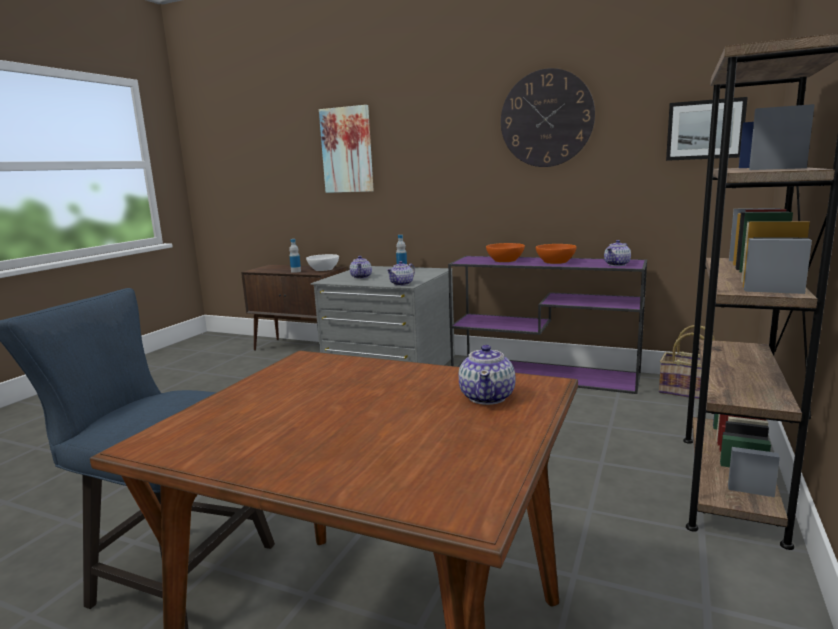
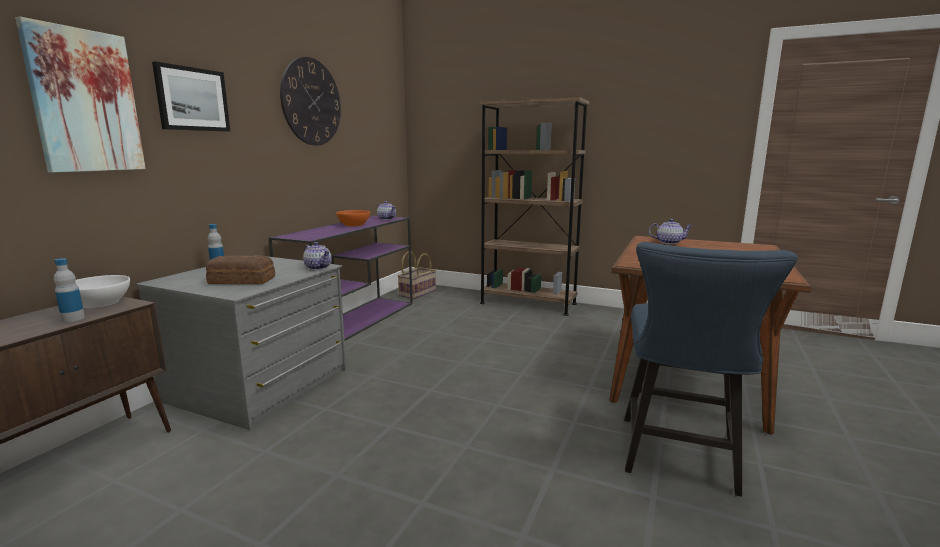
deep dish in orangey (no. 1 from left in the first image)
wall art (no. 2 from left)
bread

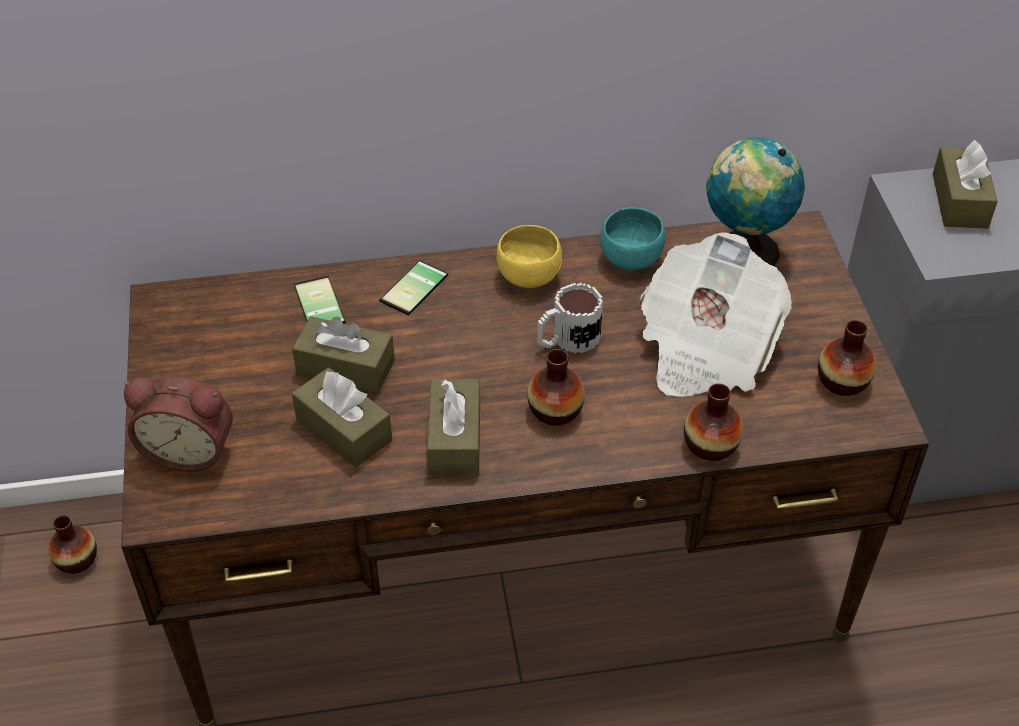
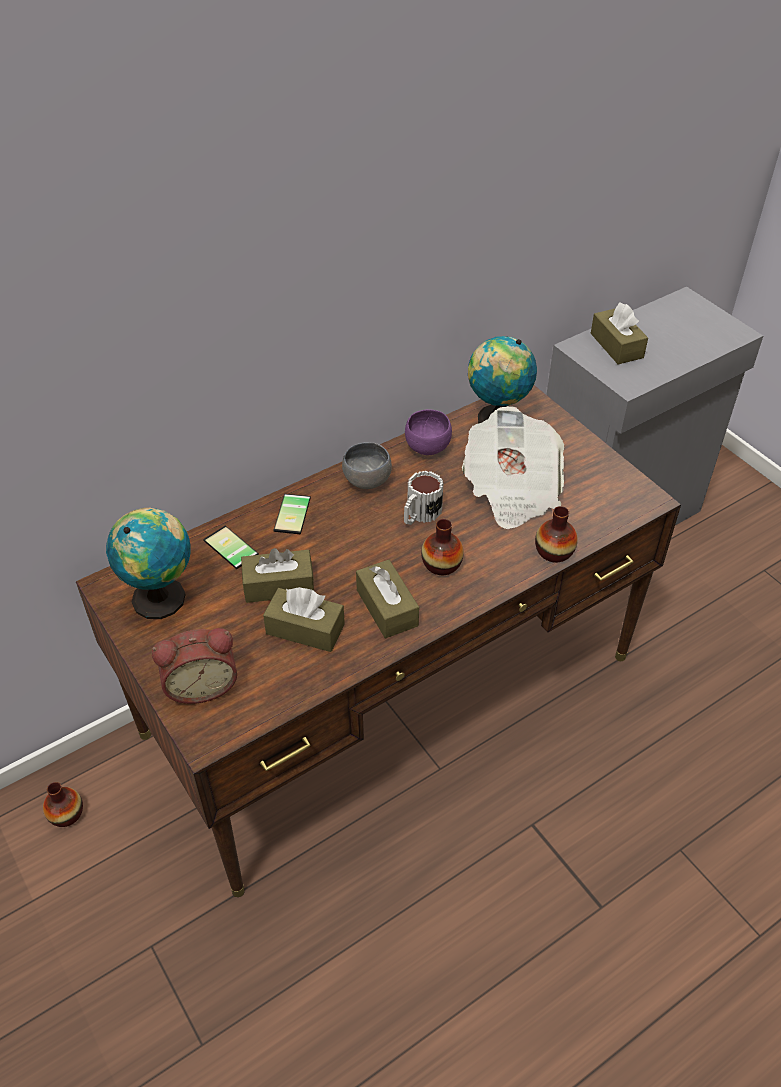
vase (no. 4 from left in the first image)
globe (no. 1 from left)
deep dish in grey
deep dish in purplish

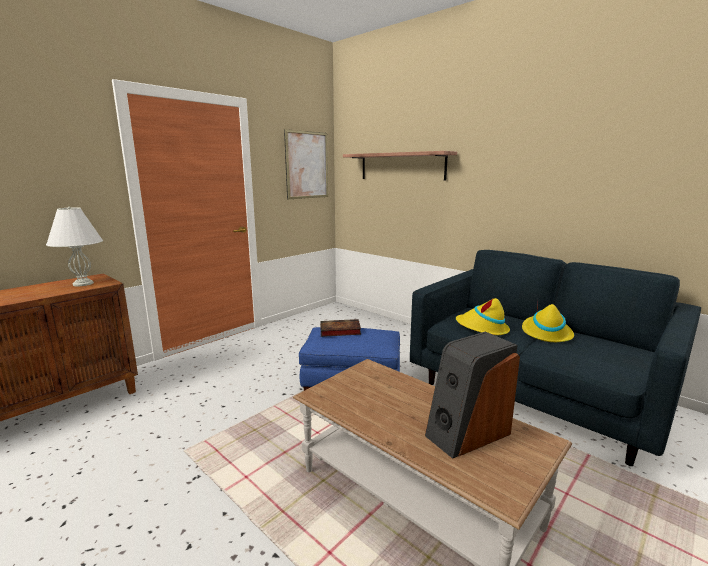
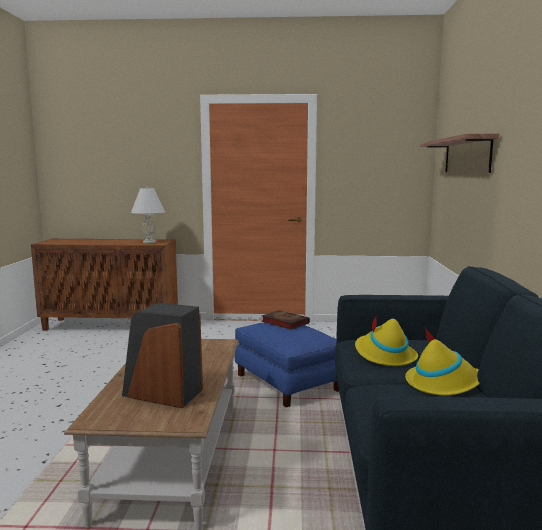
wall art

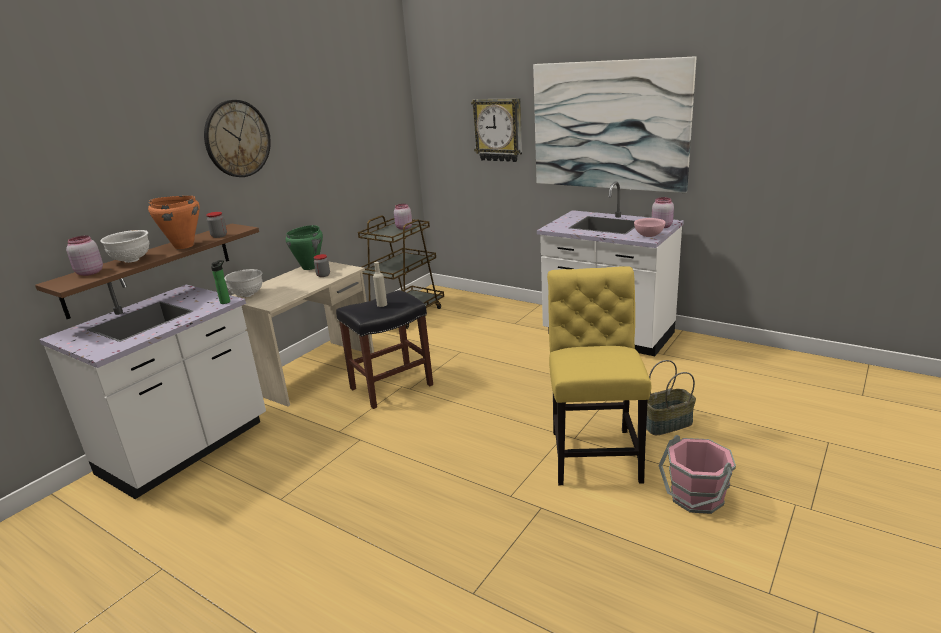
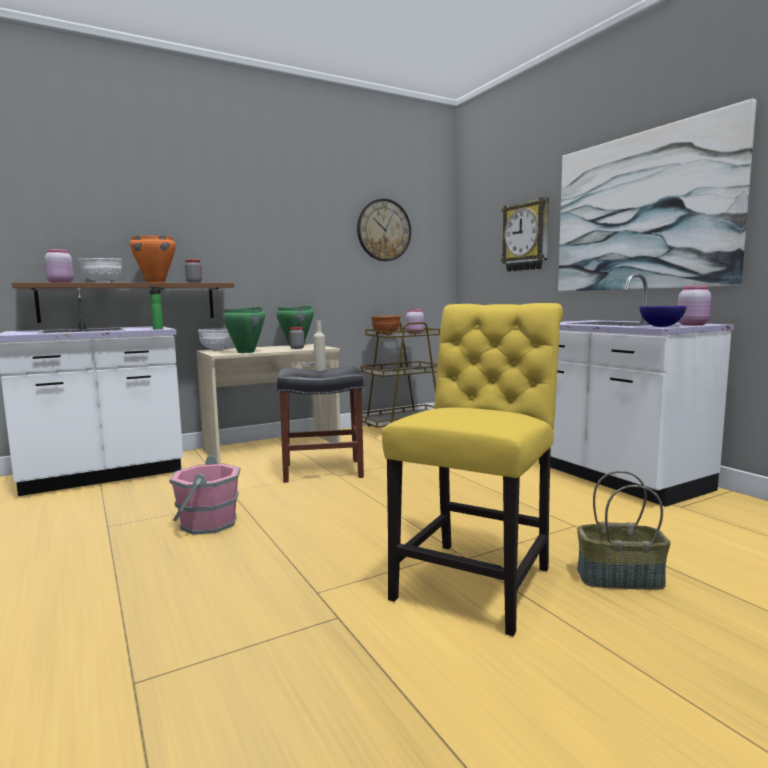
stockpot in green-coloured (no. 1 from left)
deep dish in brown-coloured
clock on the wall (no. 1 from left)
pail in pink
deep dish in bluish

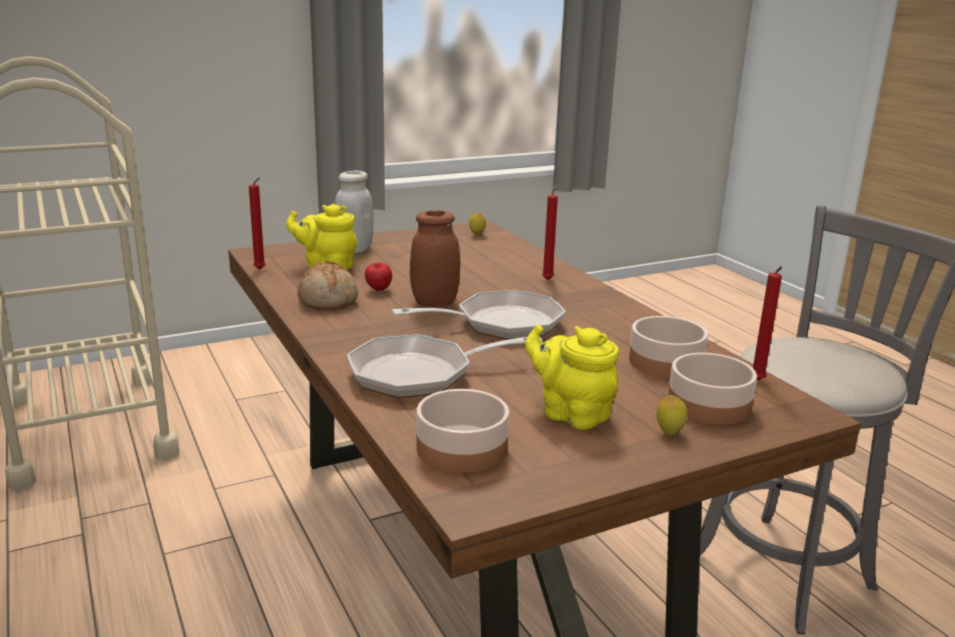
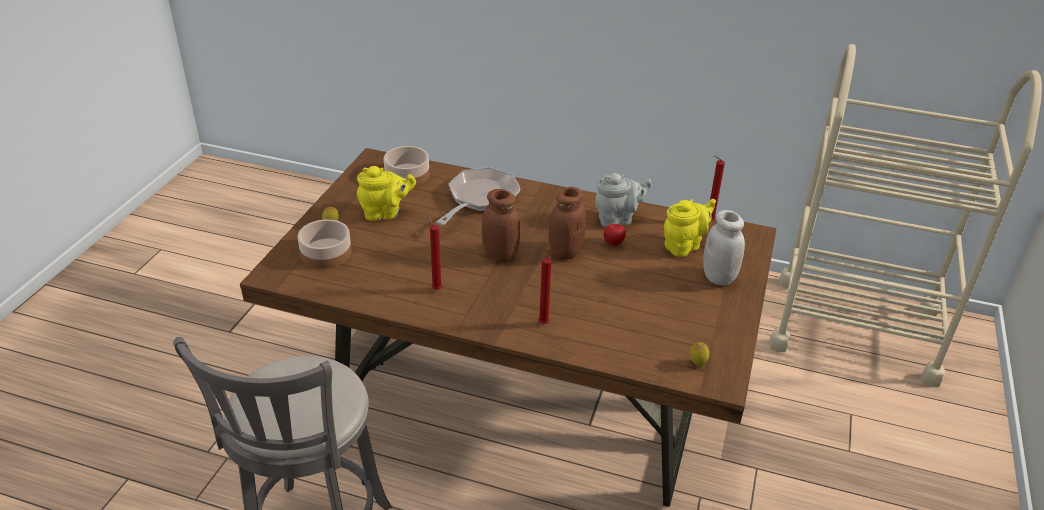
deep dish (no. 2 from left in the first image)
wax candle in red (no. 1 from left)
teapot in grey
jar in brown-coloured (no. 1 from left)

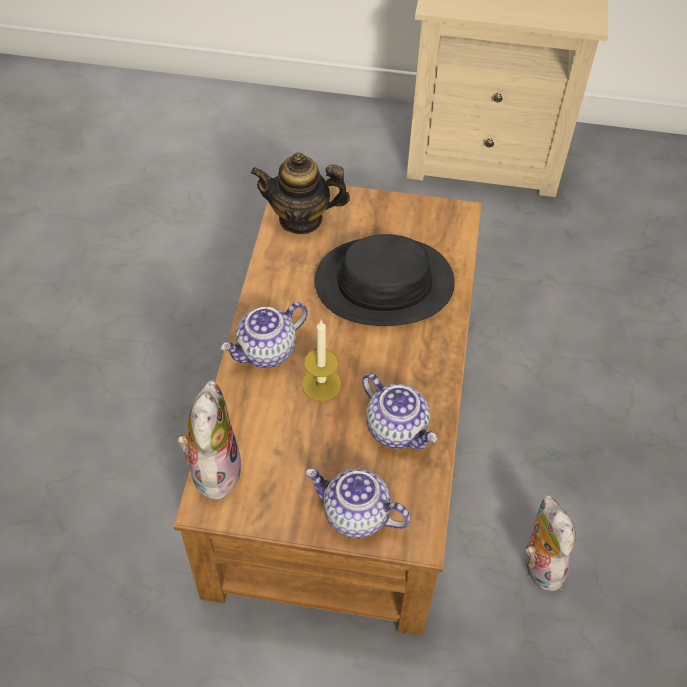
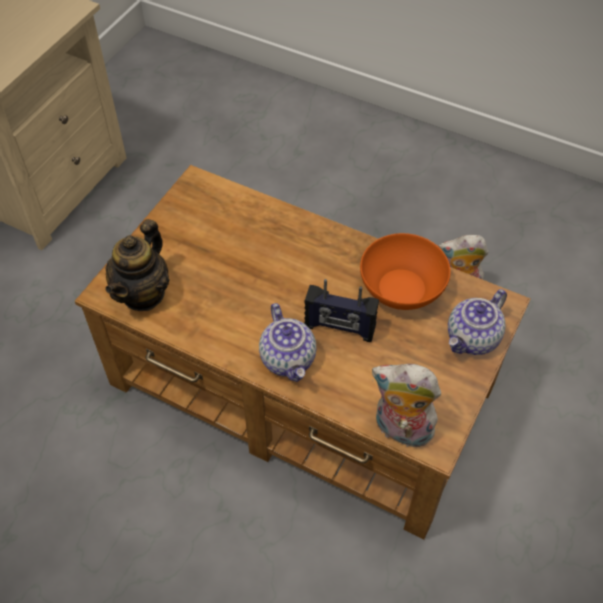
wearable hat in blackish
radio set
deep dish in orangey

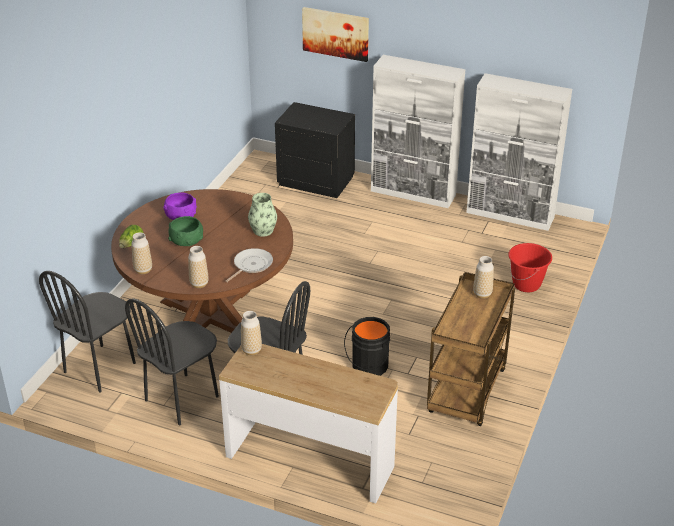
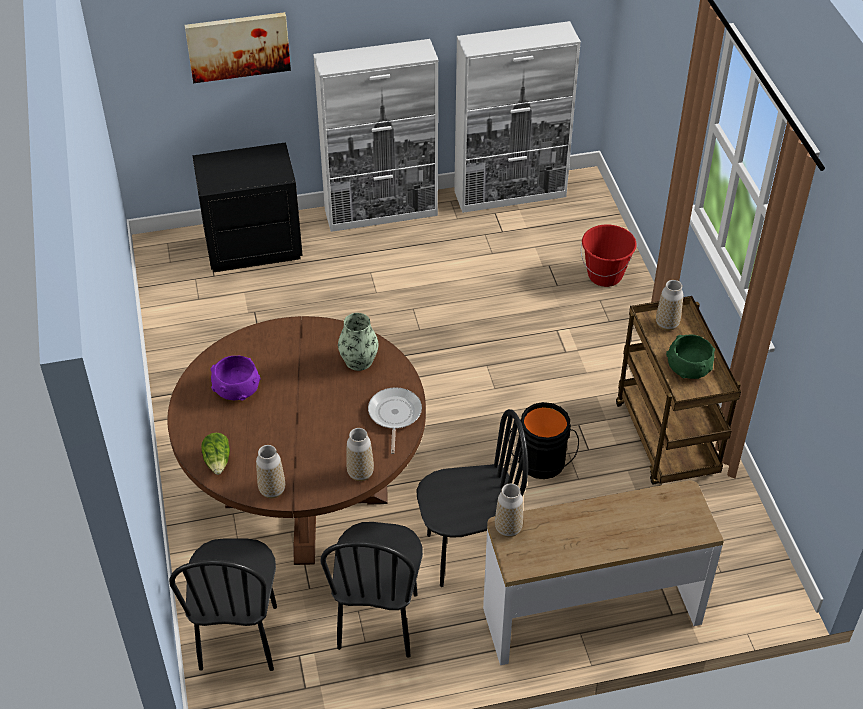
deep dish in green-coloured

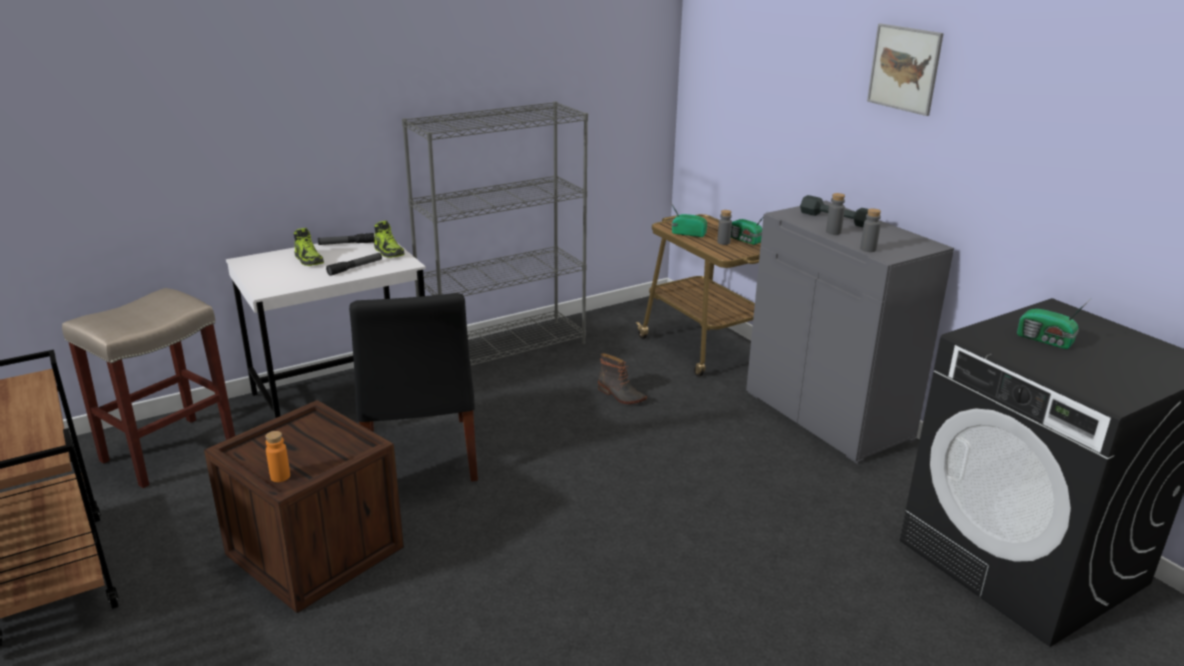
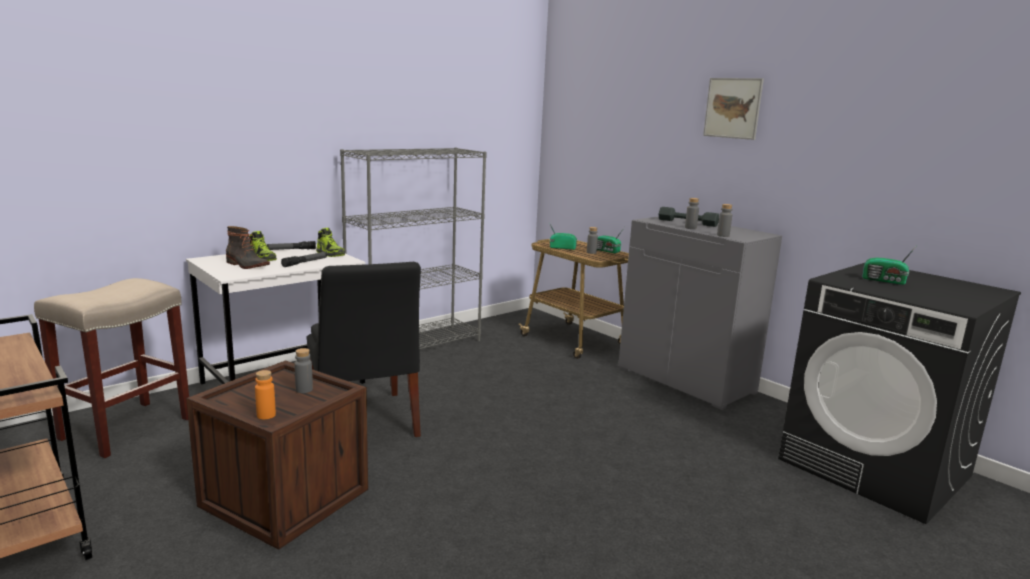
beverage bottle in grey (no. 1 from left)
boot

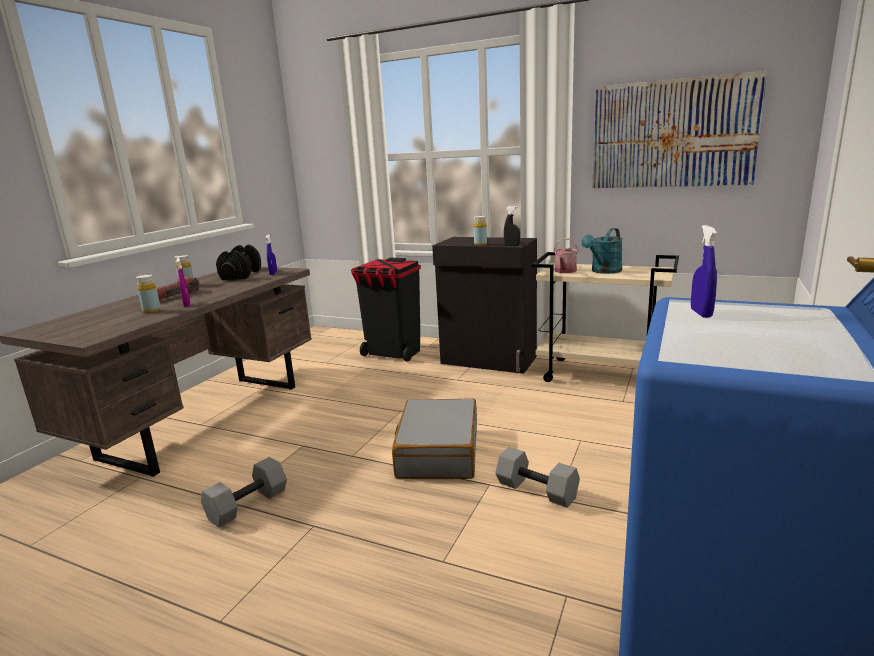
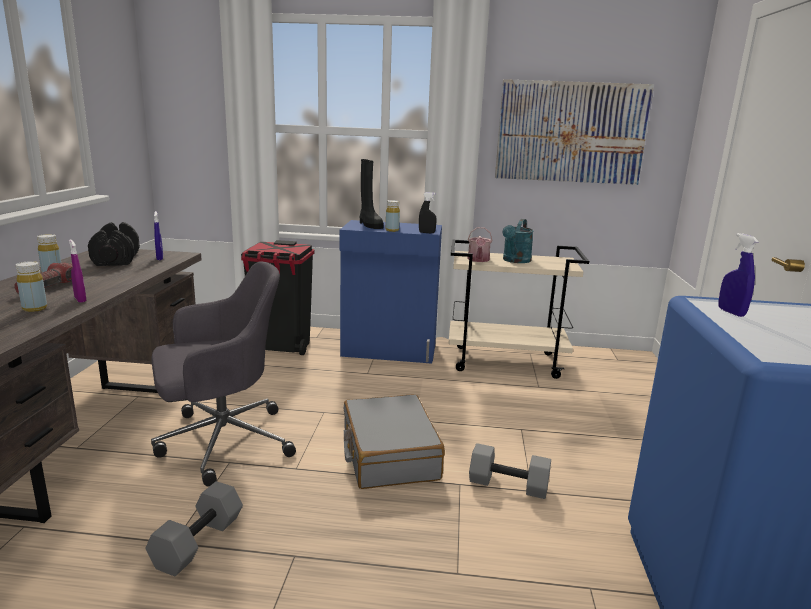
office chair in grey
boot in blackish
cupboard in bluish

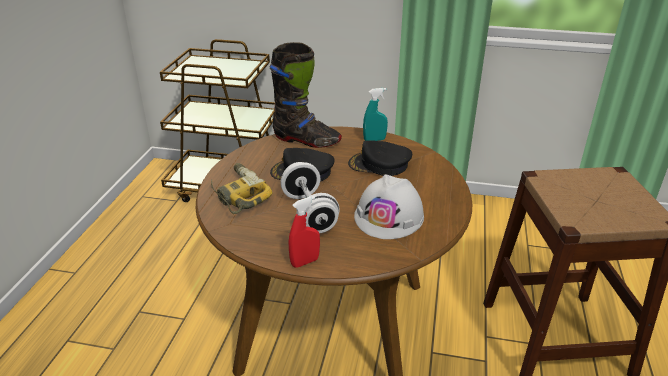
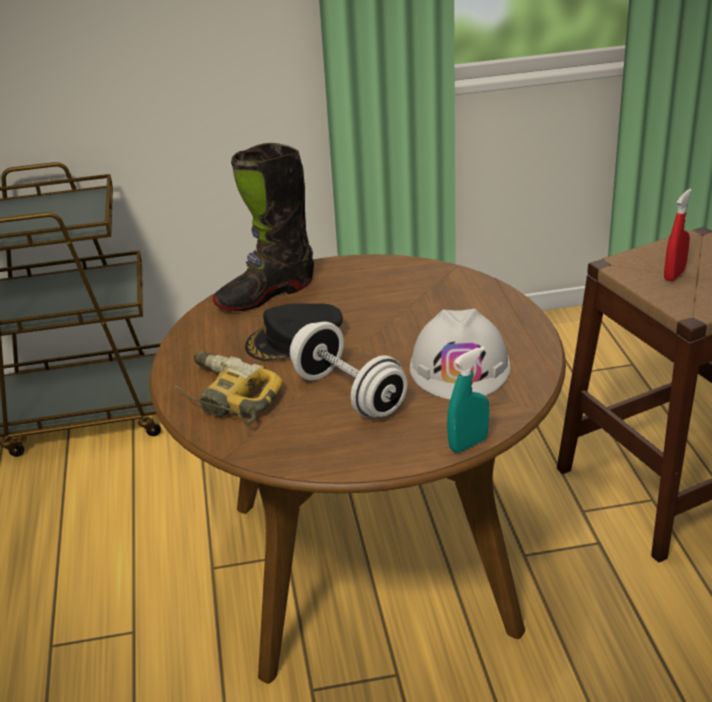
peaked cap in blackish (no. 2 from left in the first image)
spray bottle in red
spray bottle in blue-green
boot in blackish

